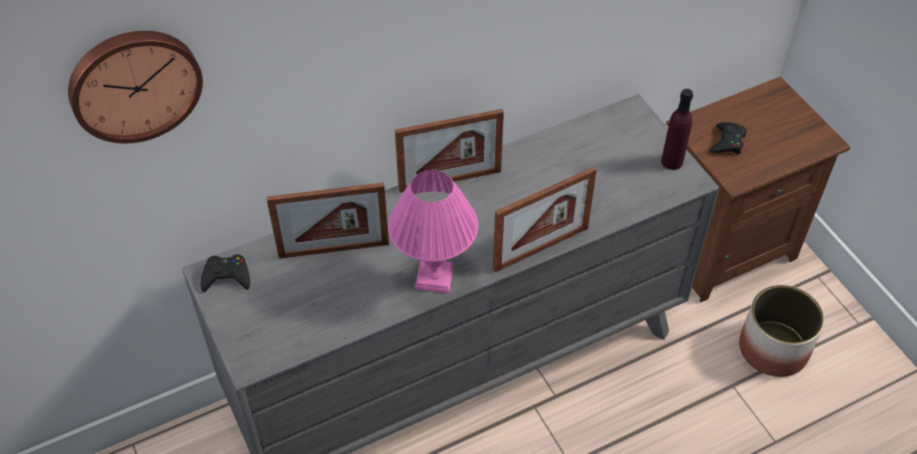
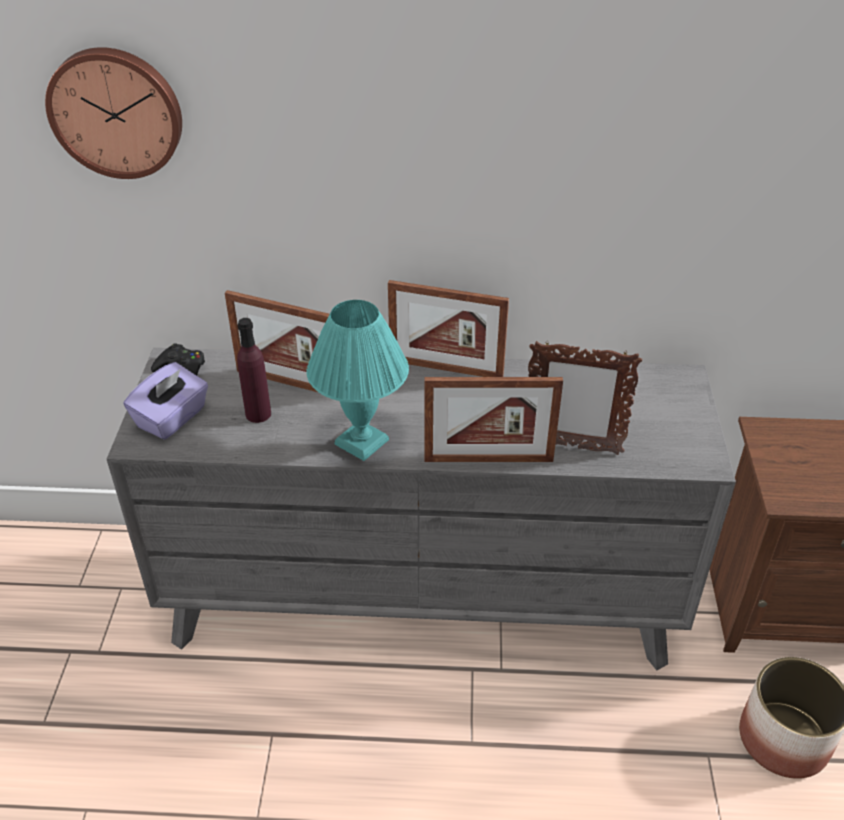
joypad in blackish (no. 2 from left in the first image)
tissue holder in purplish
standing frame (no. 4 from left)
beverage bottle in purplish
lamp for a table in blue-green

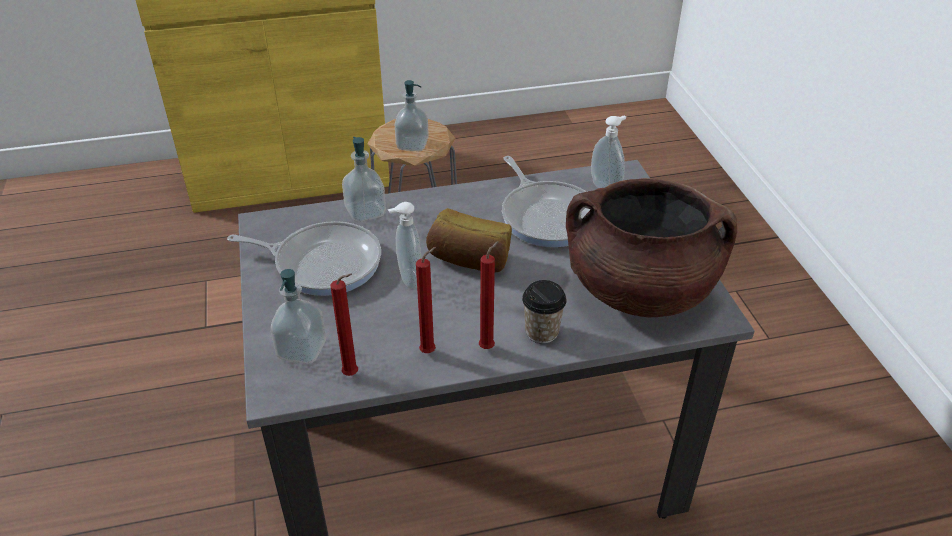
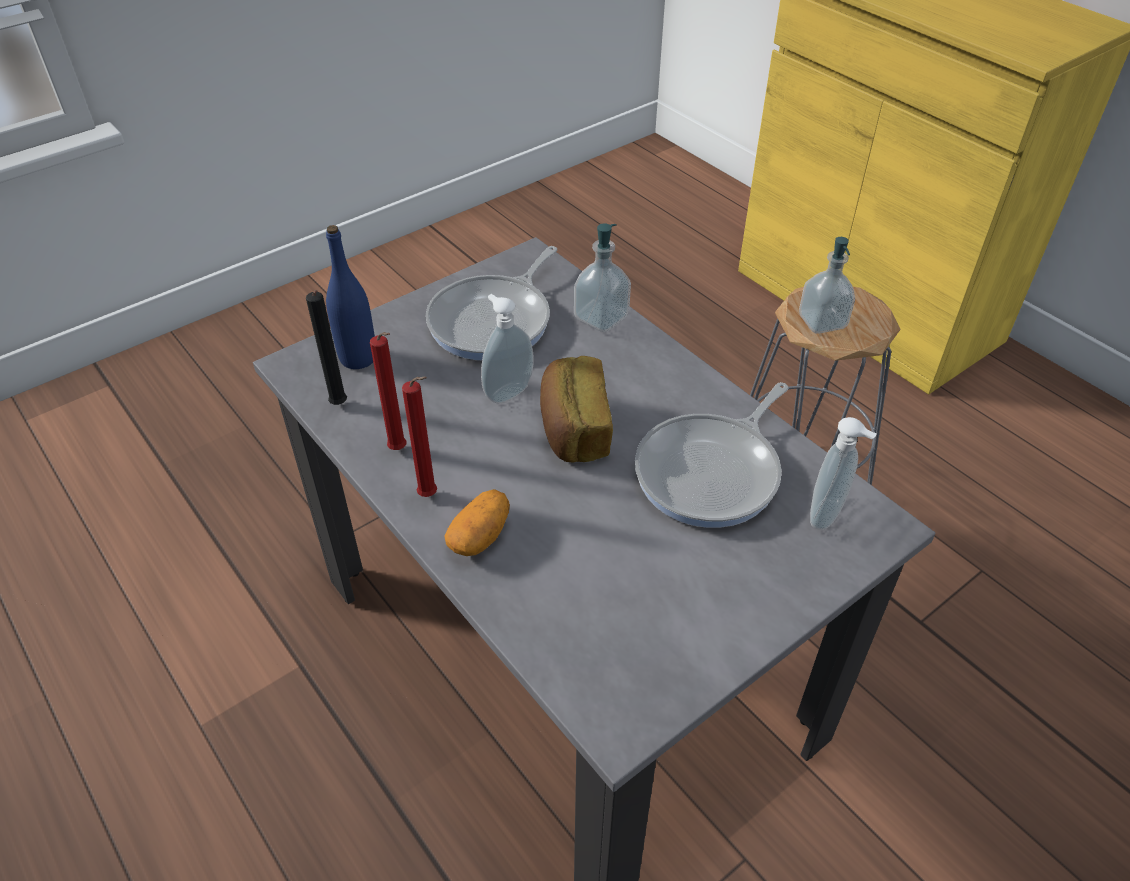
stockpot in brown-coloured
beverage bottle in bluish
spud
wax candle in blackish
pan (no. 1 from left)

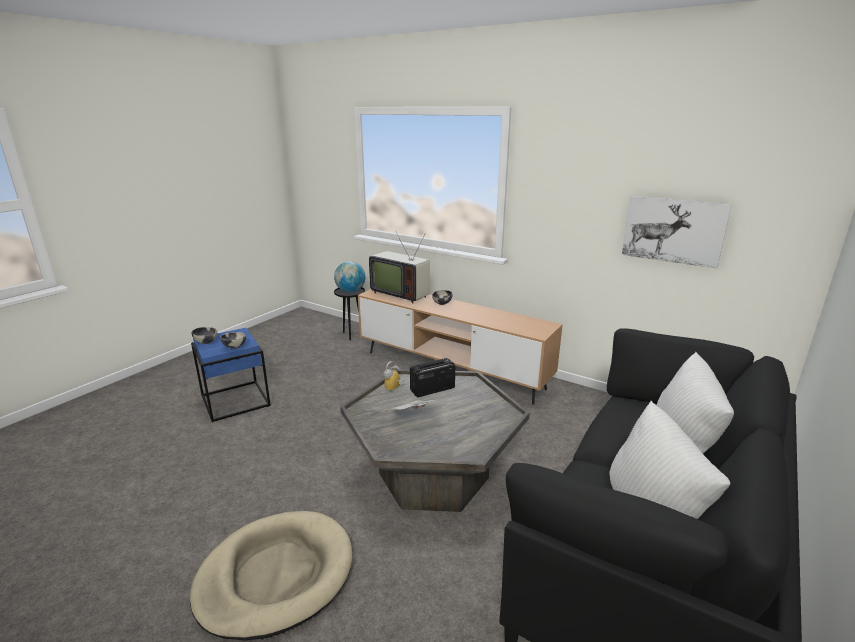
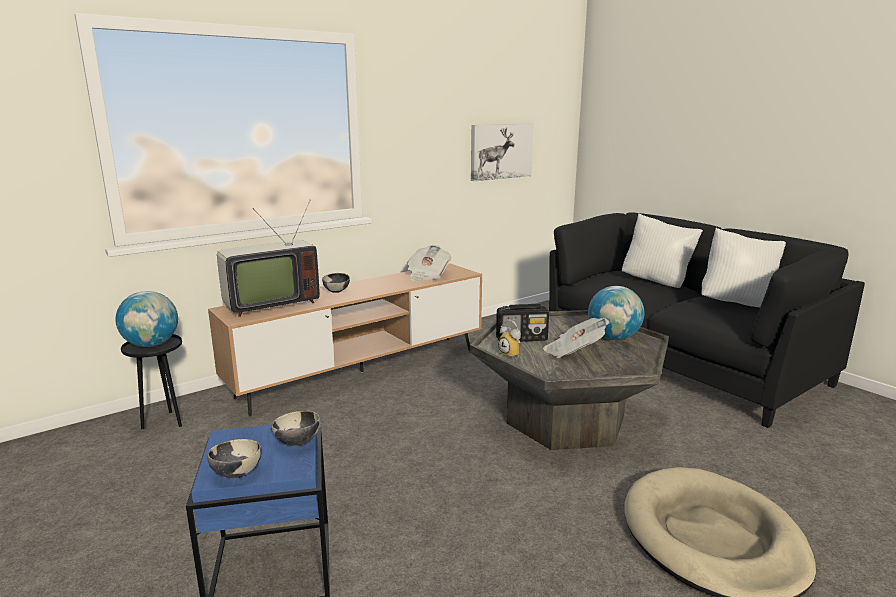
newspaper (no. 1 from left)
globe (no. 2 from left)
radio set

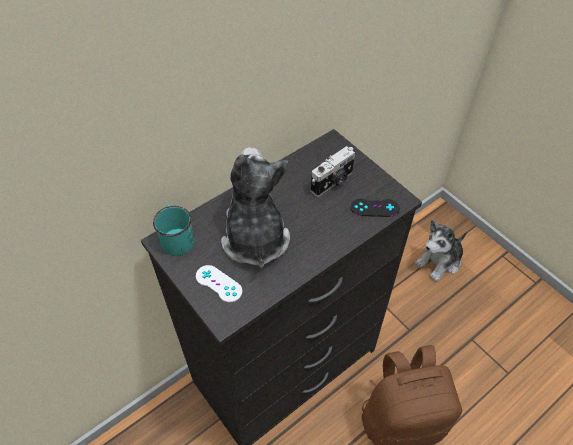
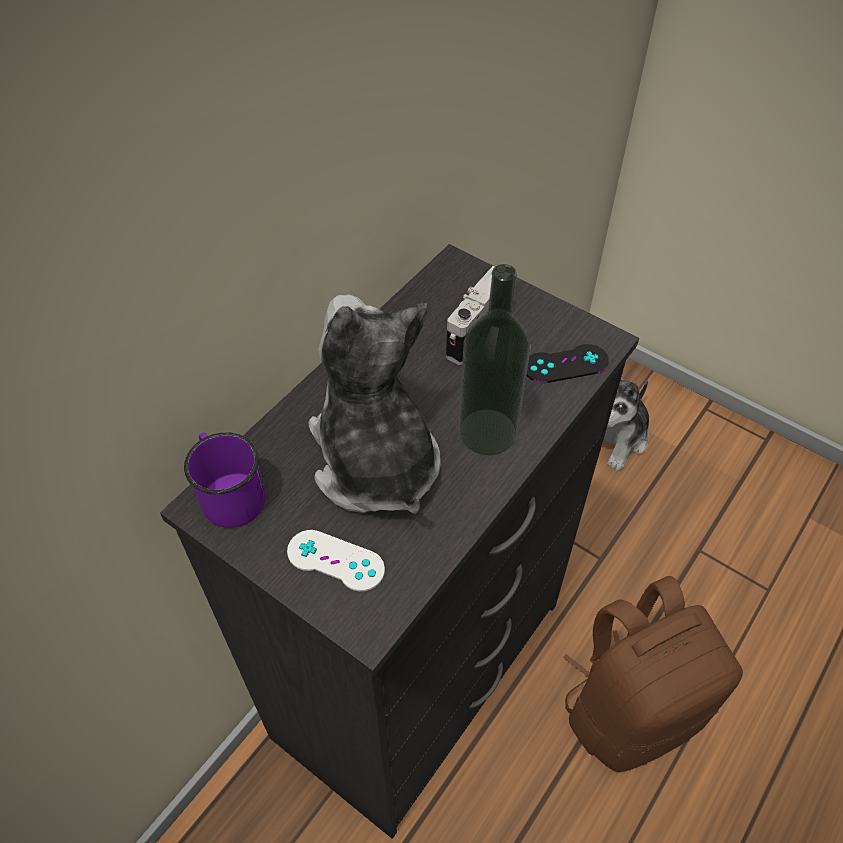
beverage bottle
tea mug in purplish

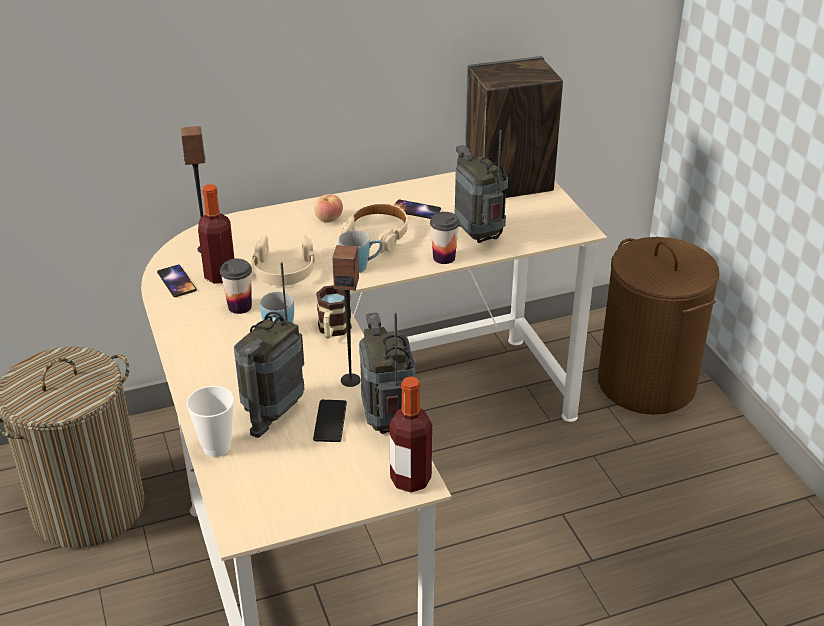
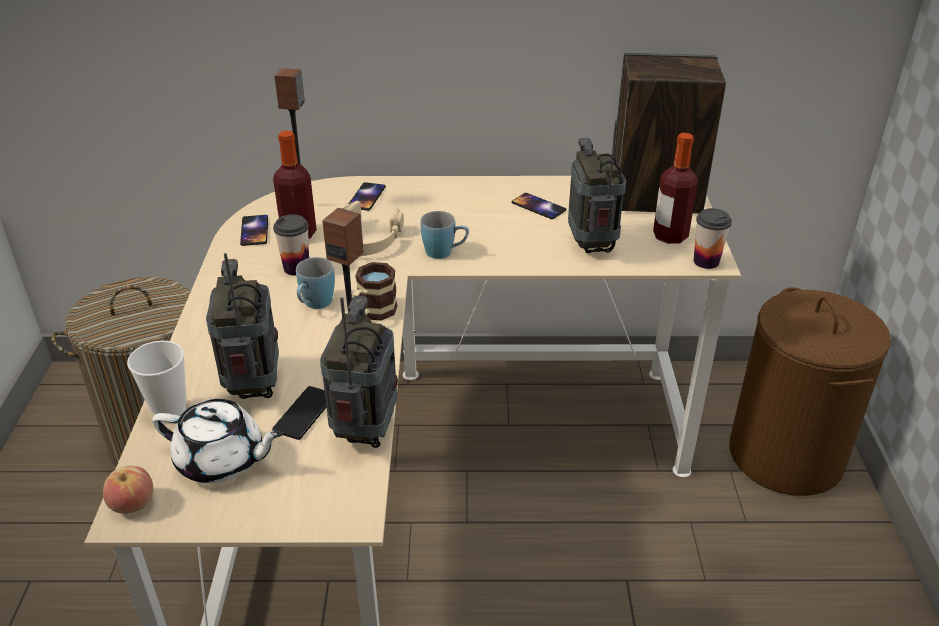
headphones in sand-coloured (no. 2 from left in the first image)
teapot in whitish
phone (no. 3 from left)
apple fruit
beverage bottle (no. 2 from left)
drinking cup (no. 3 from left)
radio set (no. 1 from left)

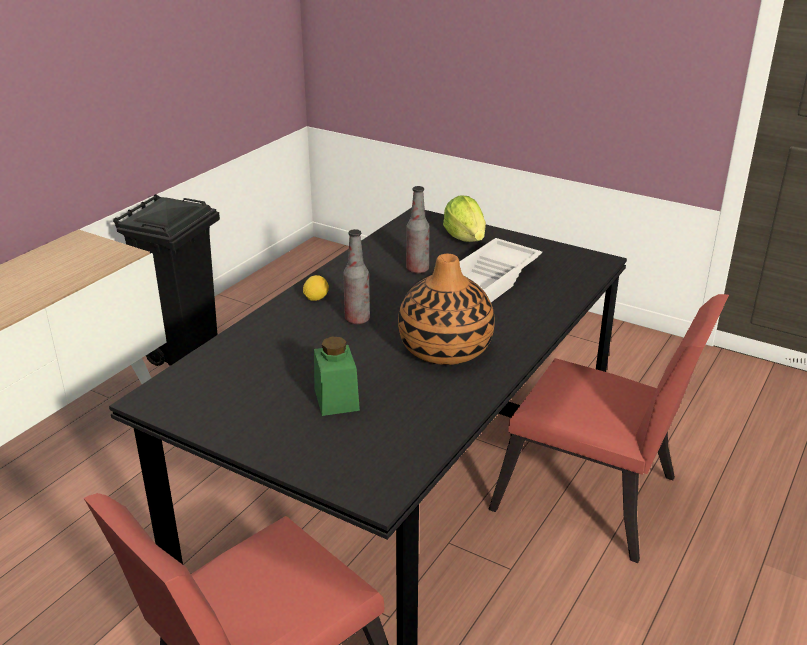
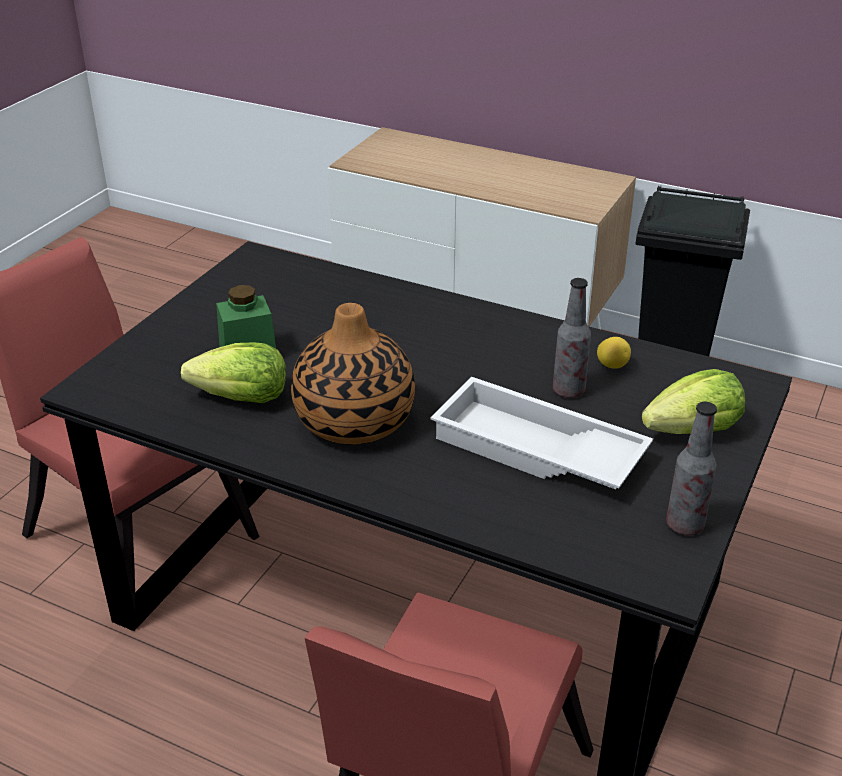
lettuce head (no. 1 from left)
lemon
beverage bottle (no. 2 from left)

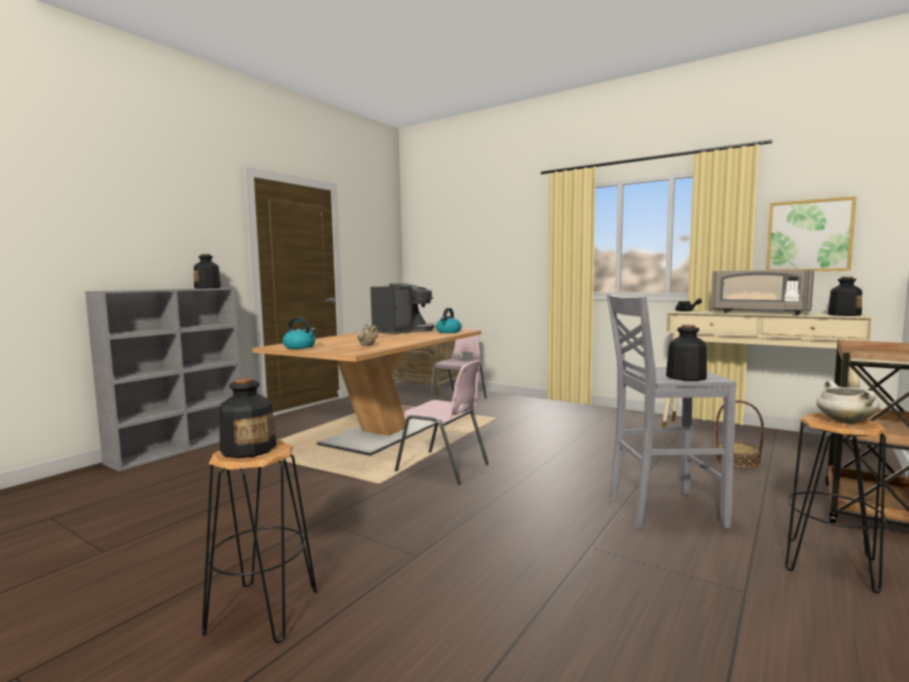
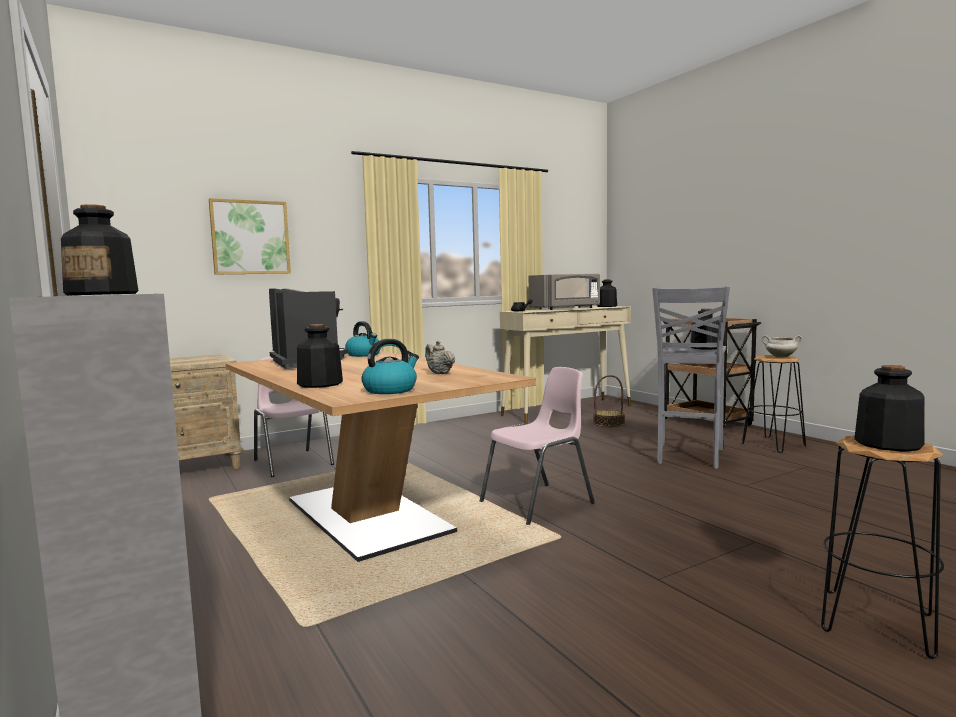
beverage bottle (no. 2 from left)
wall art

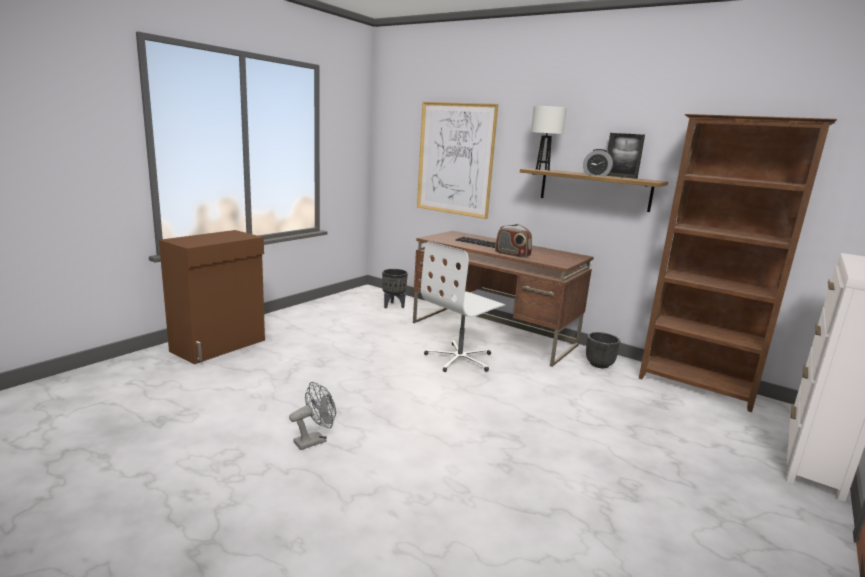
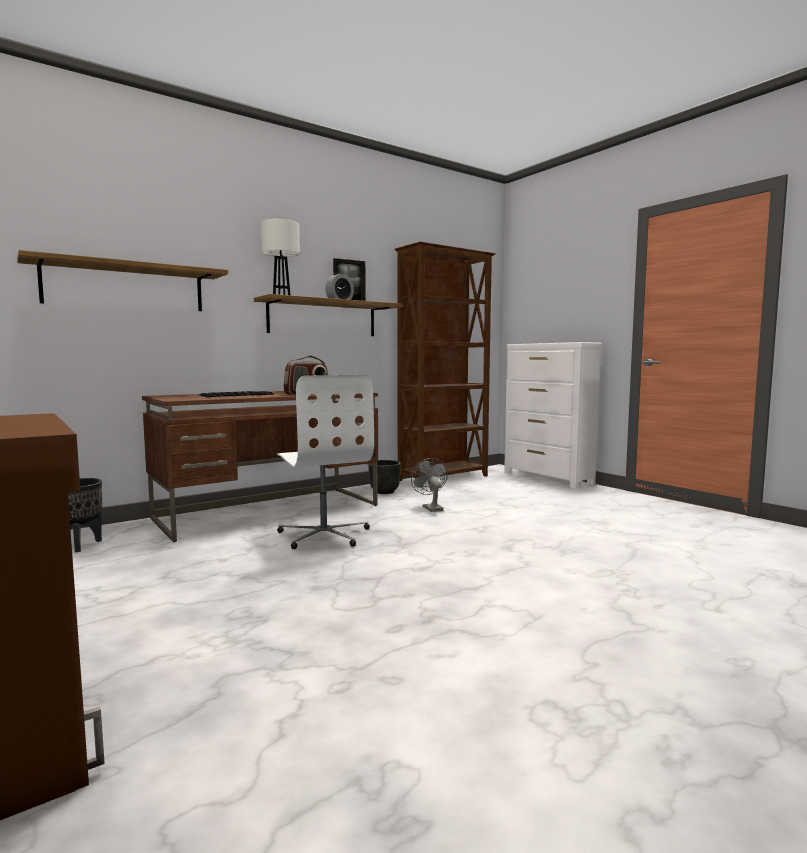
fan in grey
shelf (no. 1 from left)

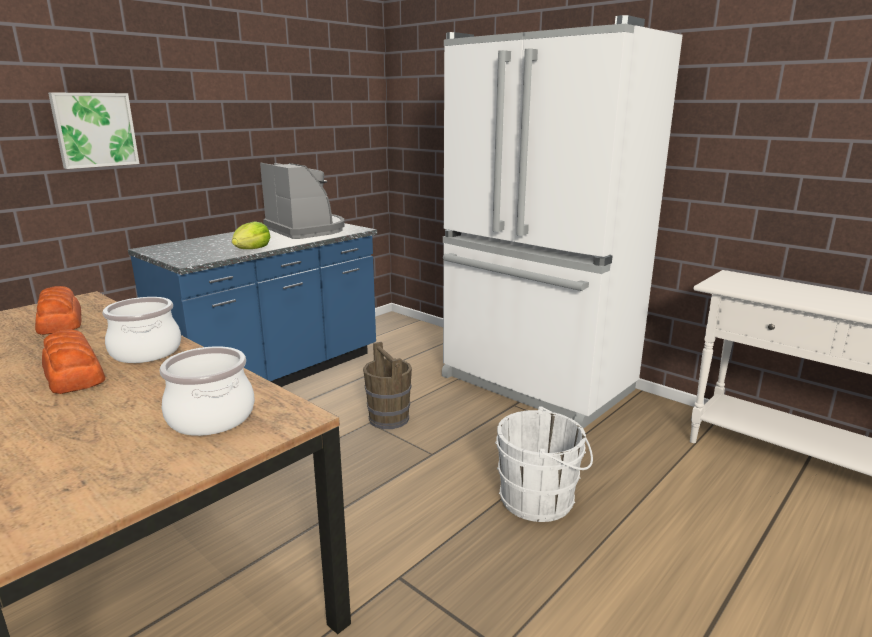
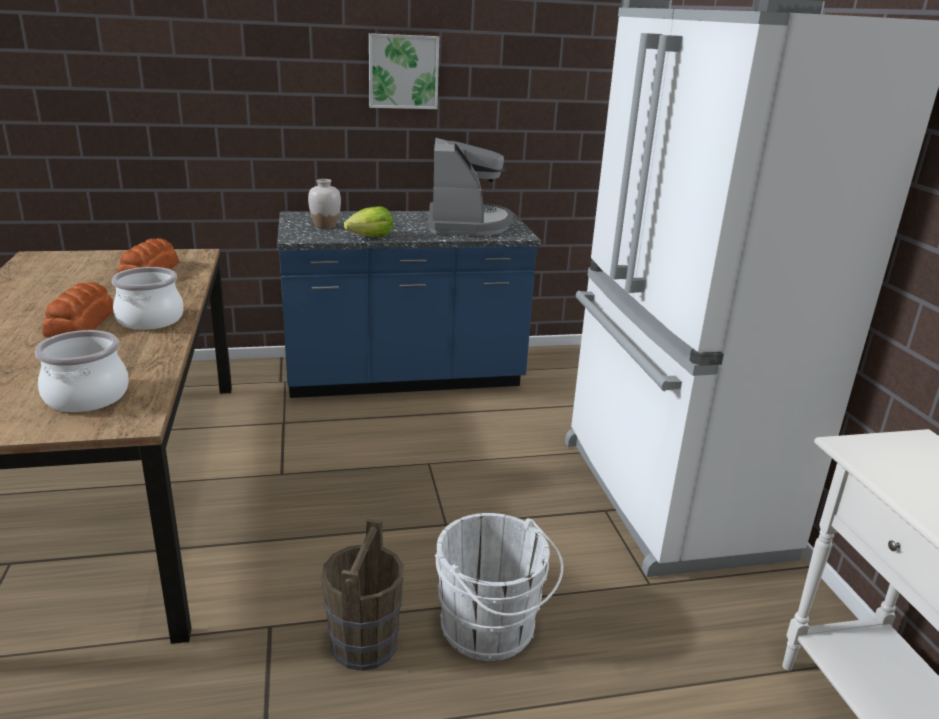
vase in whitish
wall art
pail in brown-coloured

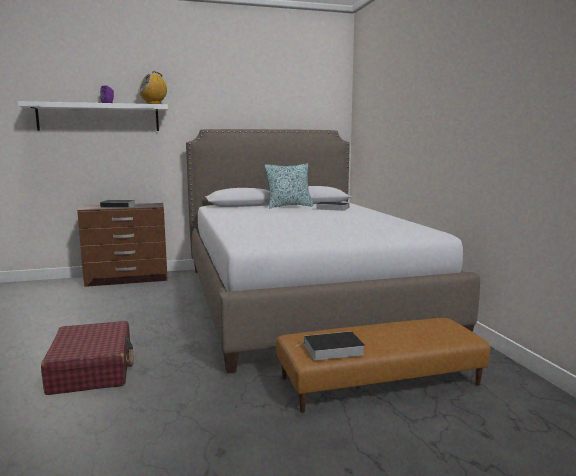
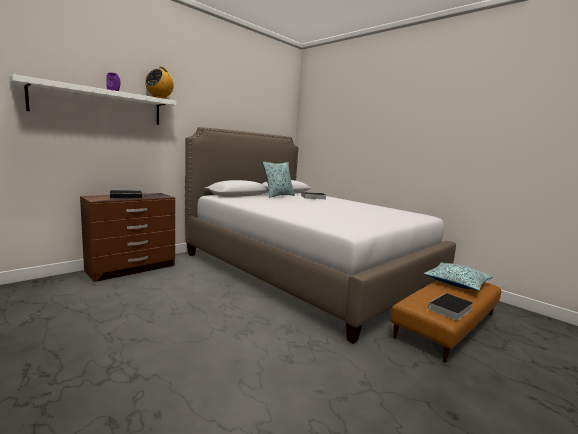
travel case in red
throw pillow (no. 2 from left)

